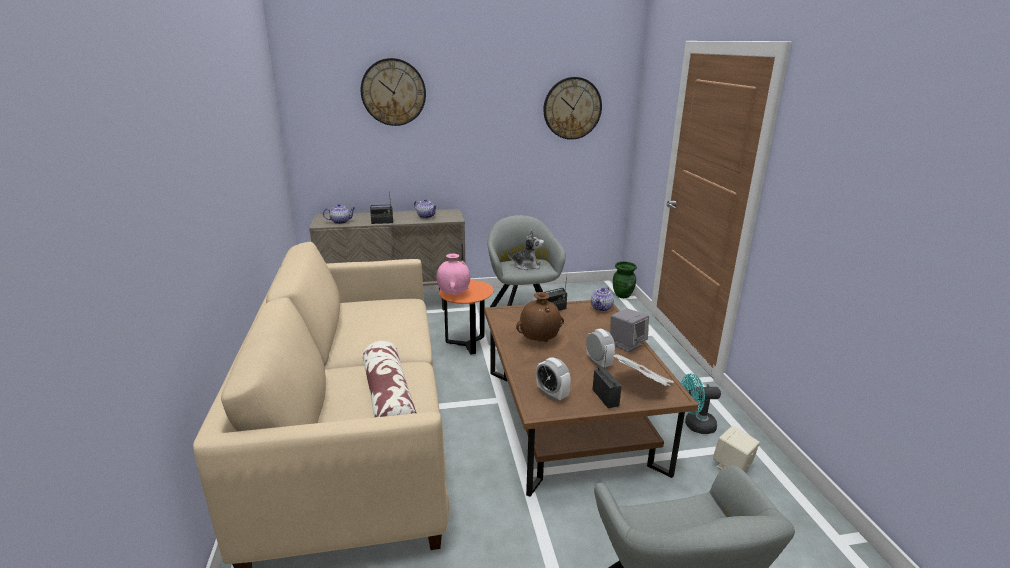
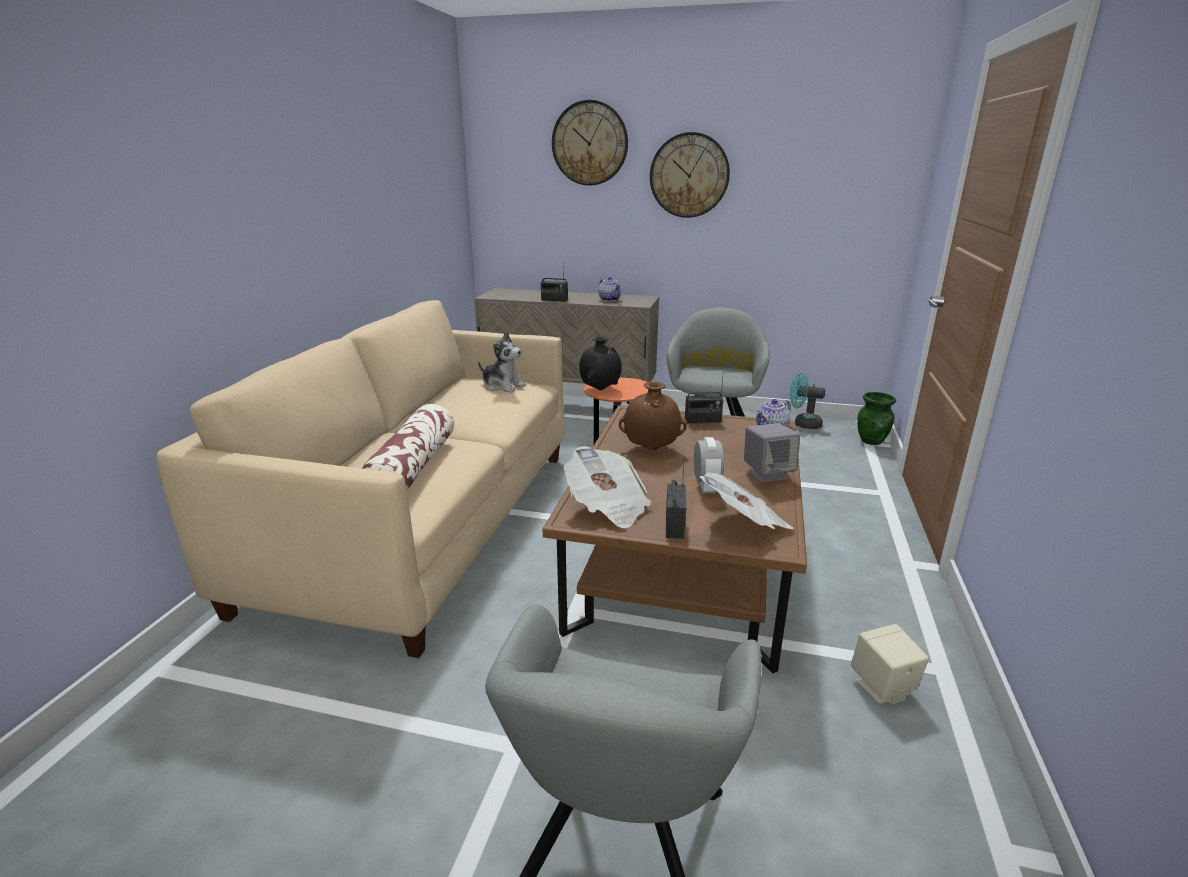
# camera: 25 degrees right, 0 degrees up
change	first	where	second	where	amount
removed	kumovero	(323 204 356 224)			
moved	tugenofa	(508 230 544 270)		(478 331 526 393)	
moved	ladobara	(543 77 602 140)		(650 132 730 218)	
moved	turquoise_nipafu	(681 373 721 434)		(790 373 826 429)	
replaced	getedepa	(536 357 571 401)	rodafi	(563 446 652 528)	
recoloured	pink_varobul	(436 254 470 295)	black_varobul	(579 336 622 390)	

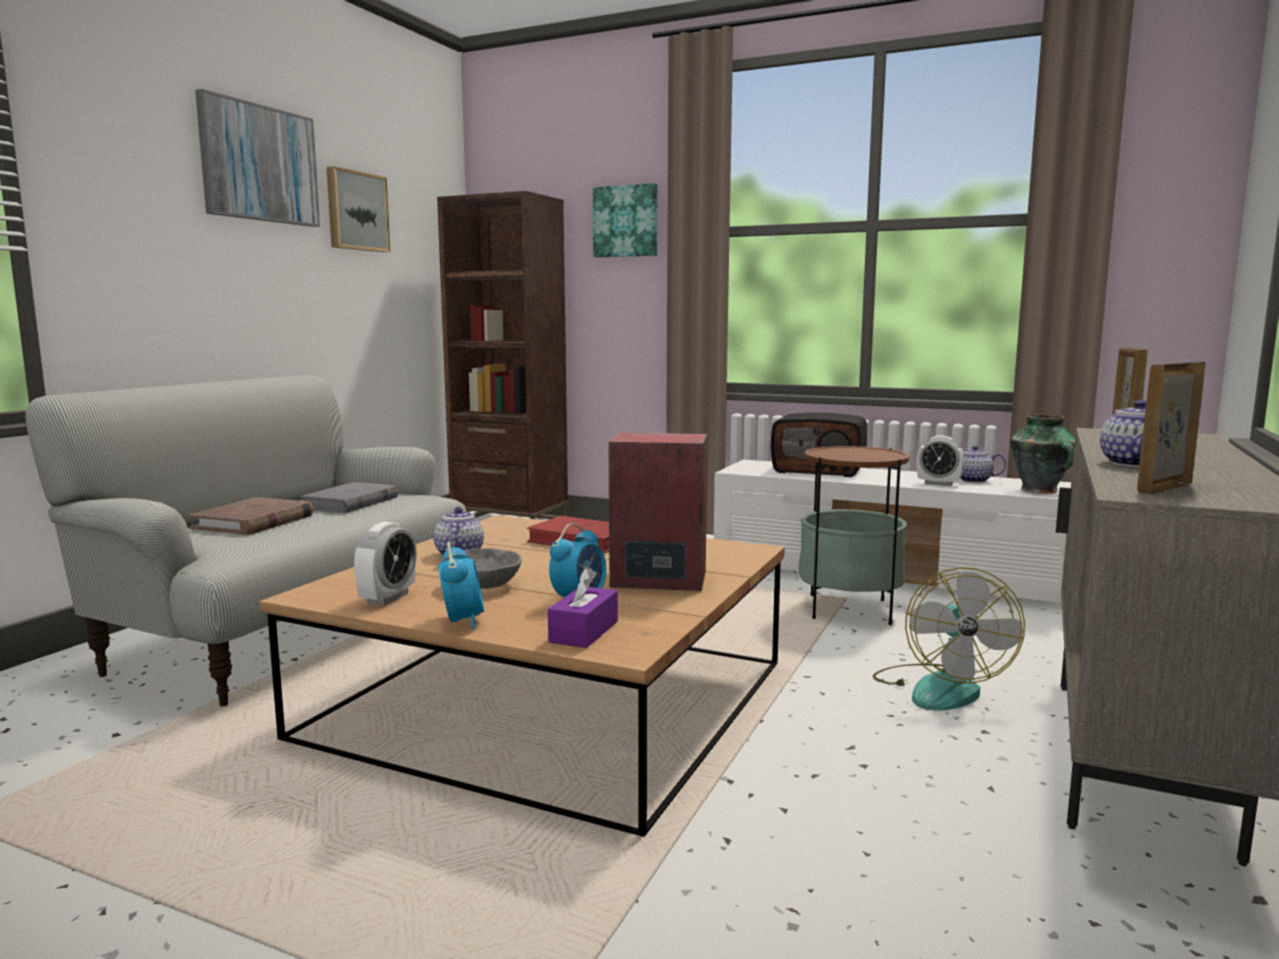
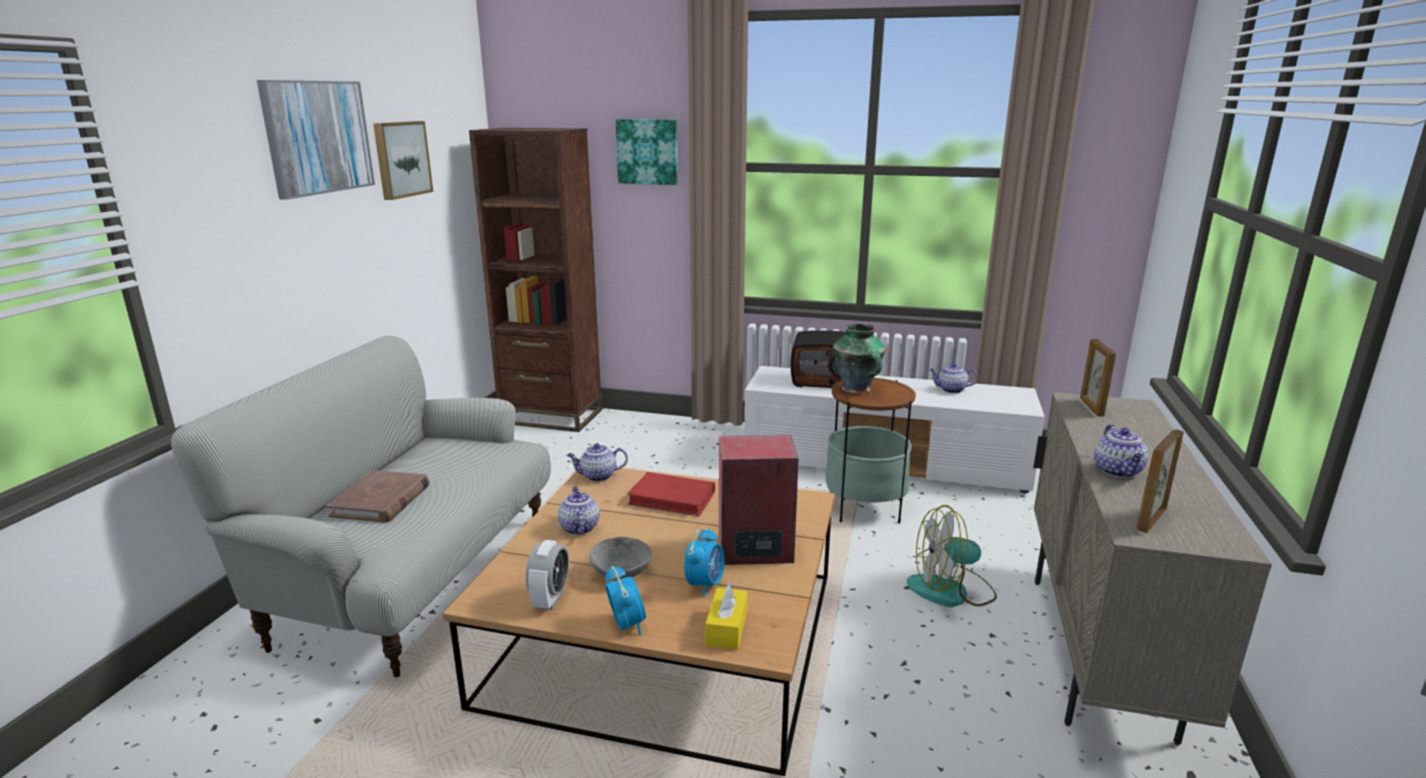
# camera: 10 degrees left, 10 degrees up
change	first	where	second	where	amount
removed	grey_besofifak	(300 482 398 513)			
removed	getedepa	(917 436 964 486)			
added			kumovero	(567 443 628 482)	
moved	varobul	(1011 414 1075 494)		(833 323 886 394)	
recoloured	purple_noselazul	(548 567 618 648)	yellow_noselazul	(705 582 747 650)	
turned	nipafu	(873 567 1025 711)		(907 505 997 607)	90 degrees clockwise

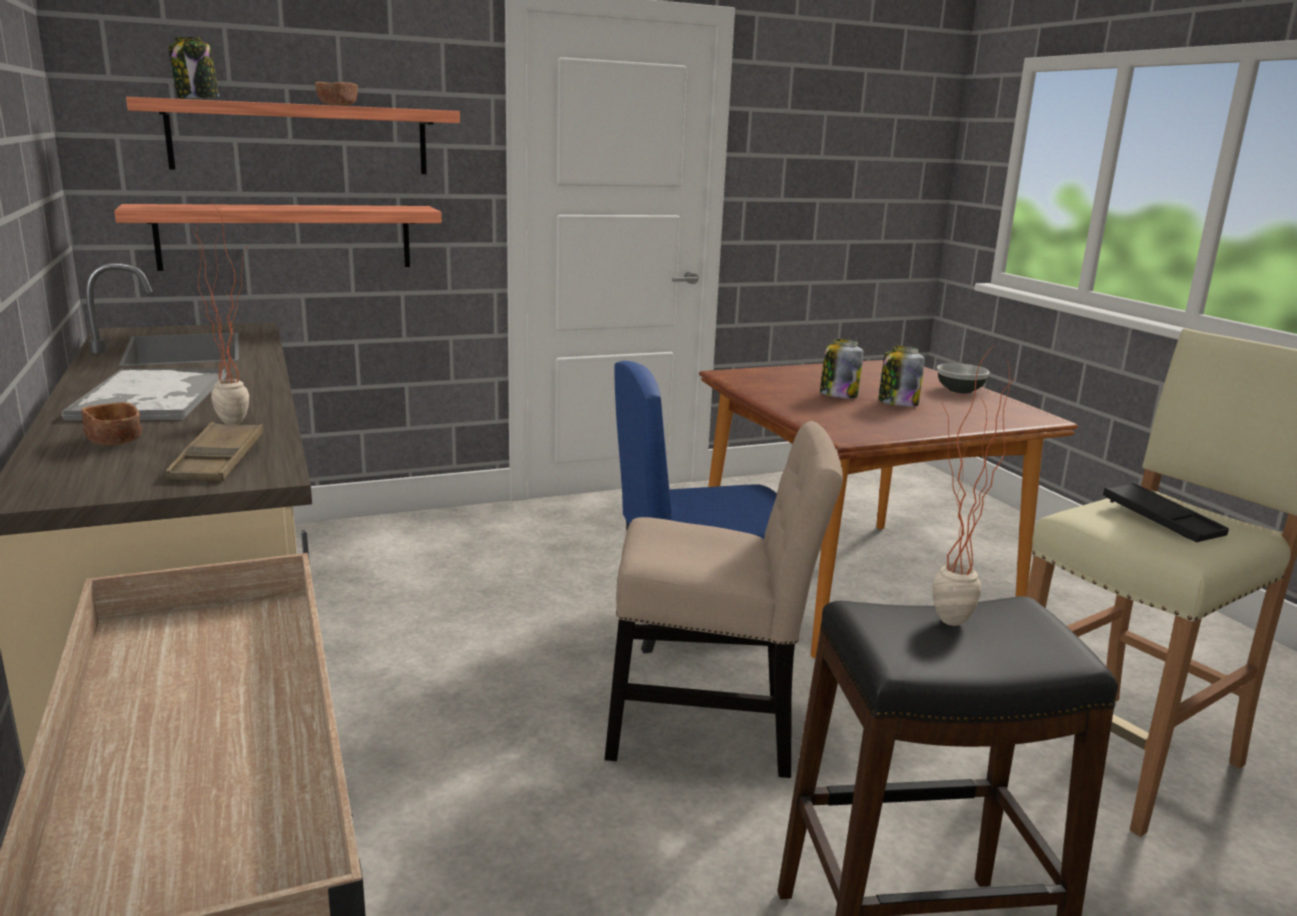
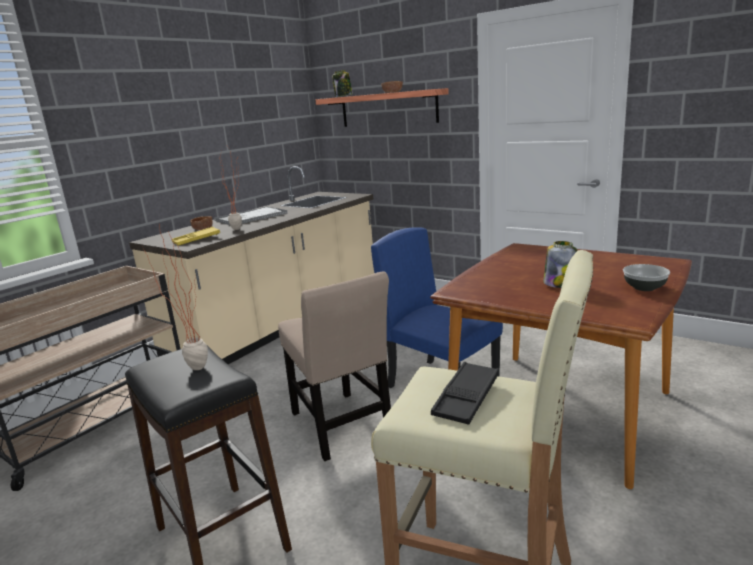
# camera: 60 degrees right, 0 degrees up
change	first	where	second	where	amount
removed	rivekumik	(114 204 442 271)			
removed	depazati	(820 339 863 398)			
recoloured	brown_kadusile	(165 422 263 482)	yellow_kadusile	(172 227 220 245)	

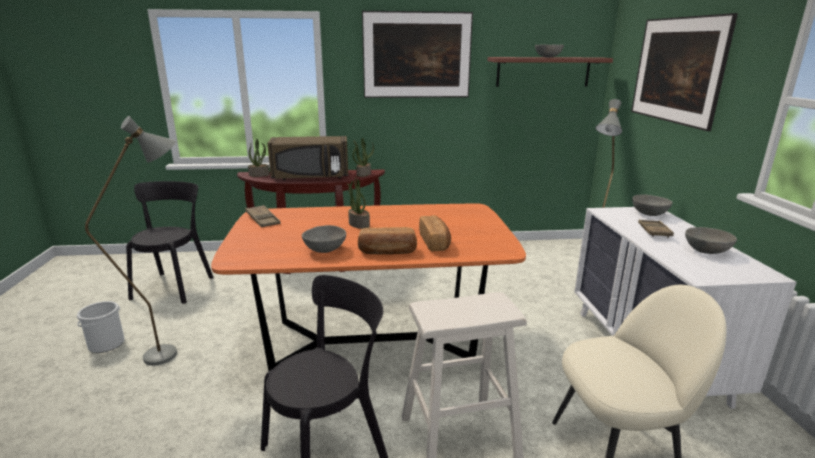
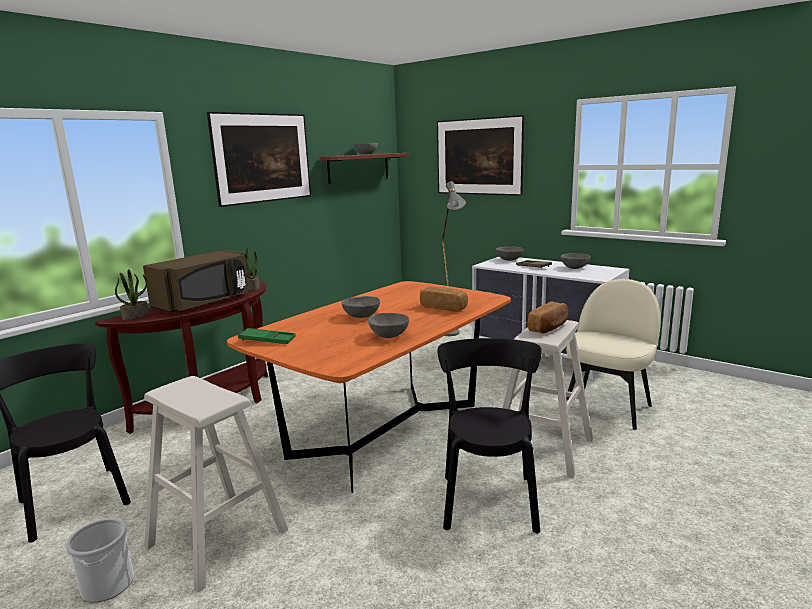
# camera: 45 degrees left, 5 degrees down
change	first	where	second	where	amount
moved	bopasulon	(358 227 417 255)		(528 302 568 334)	
replaced	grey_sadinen	(85 116 177 365)	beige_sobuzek	(144 376 288 592)	
replaced	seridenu	(347 178 370 229)	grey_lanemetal	(342 296 380 318)	
recoloured	brown_kadusile	(245 205 280 227)	green_kadusile	(238 328 296 344)	

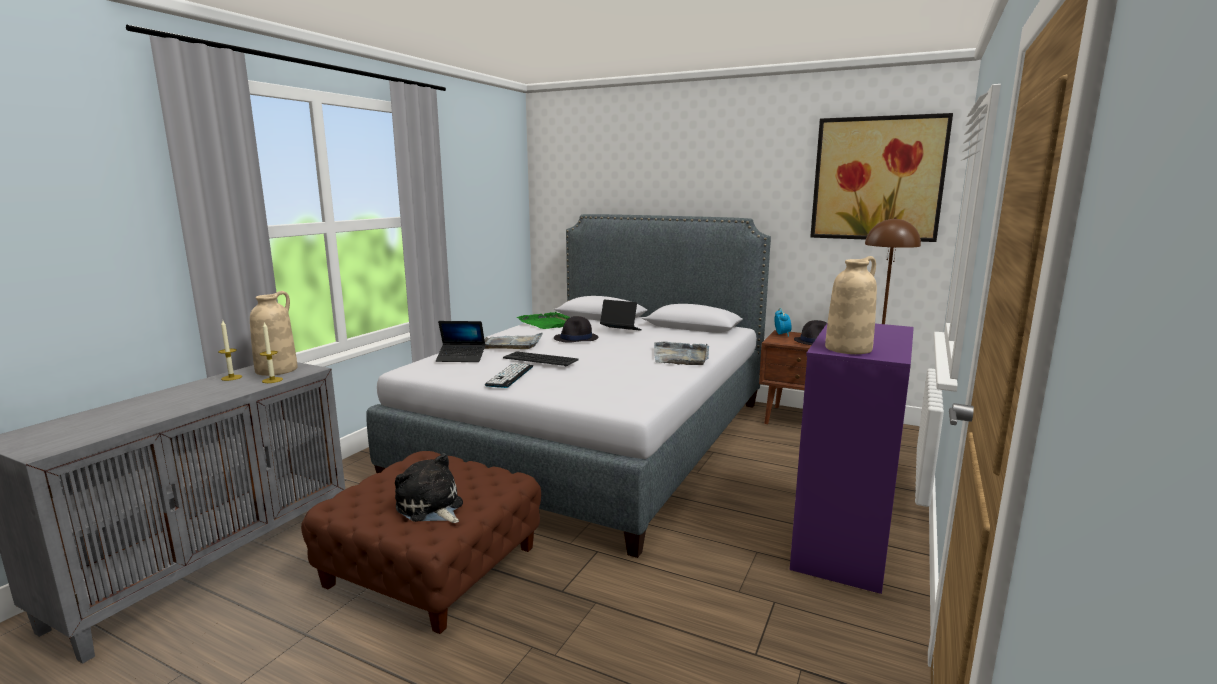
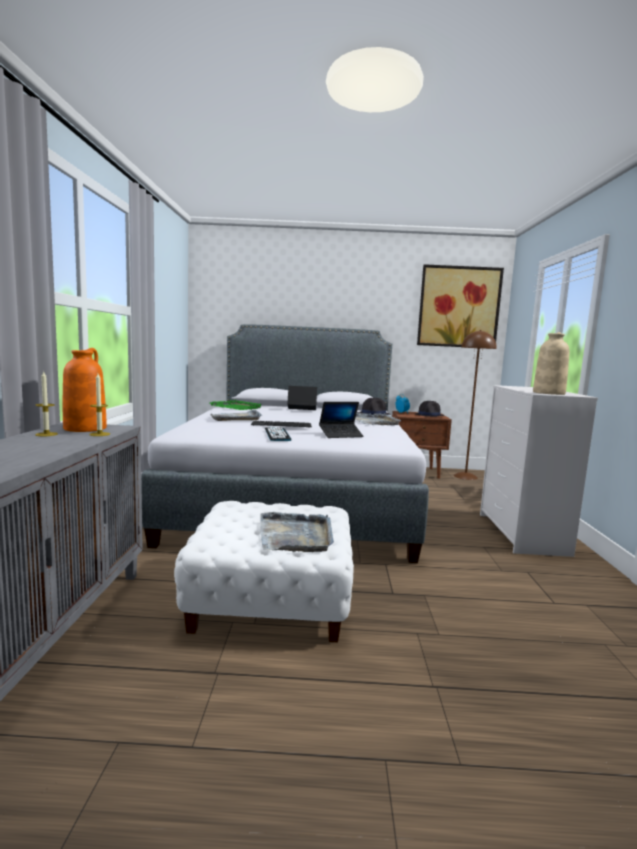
# camera: 25 degrees left, 5 degrees down
change	first	where	second	where	amount
moved	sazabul	(436 321 485 362)		(319 402 364 438)	
moved	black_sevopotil	(554 316 598 343)		(357 398 391 415)	
replaced	tugenofa	(395 454 463 523)	grey_kadusile	(260 512 334 552)	
recoloured	beige_varobul	(250 291 298 376)	orange_varobul	(63 348 107 432)	
recoloured	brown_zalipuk	(301 451 541 634)	white_zalipuk	(174 501 354 642)	
recoloured	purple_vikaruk	(790 322 914 594)	white_vikaruk	(480 385 598 557)	

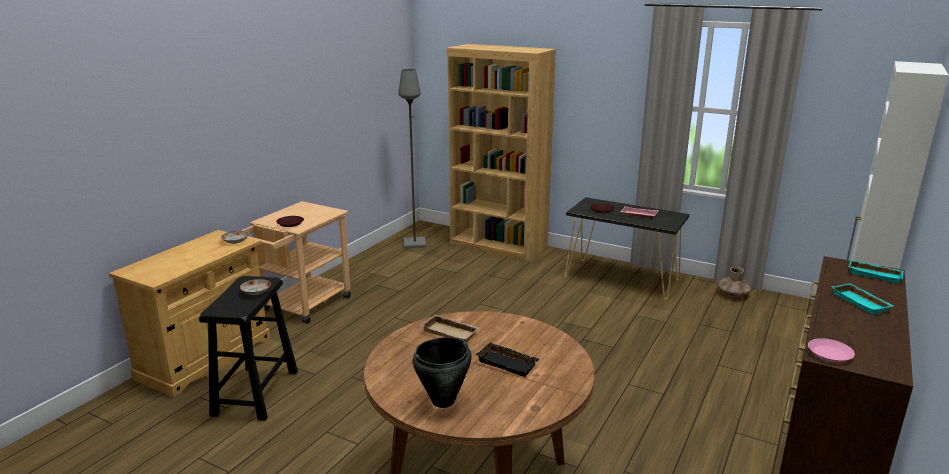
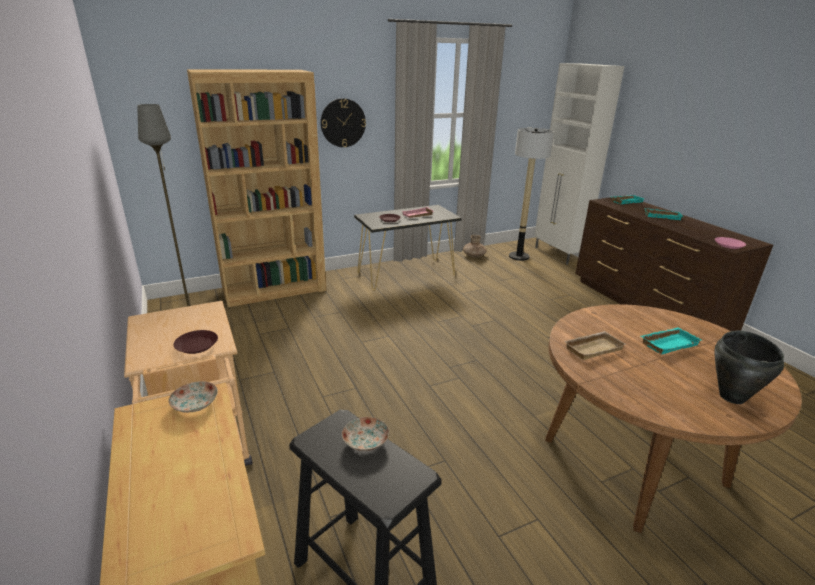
# camera: 55 degrees left, 5 degrees up
change	first	where	second	where	amount
added			ladobara	(321 98 366 147)	
added			sadinen	(509 128 554 261)	
recoloured	black_kadusile	(476 343 540 377)	turquoise_kadusile	(641 327 702 354)	

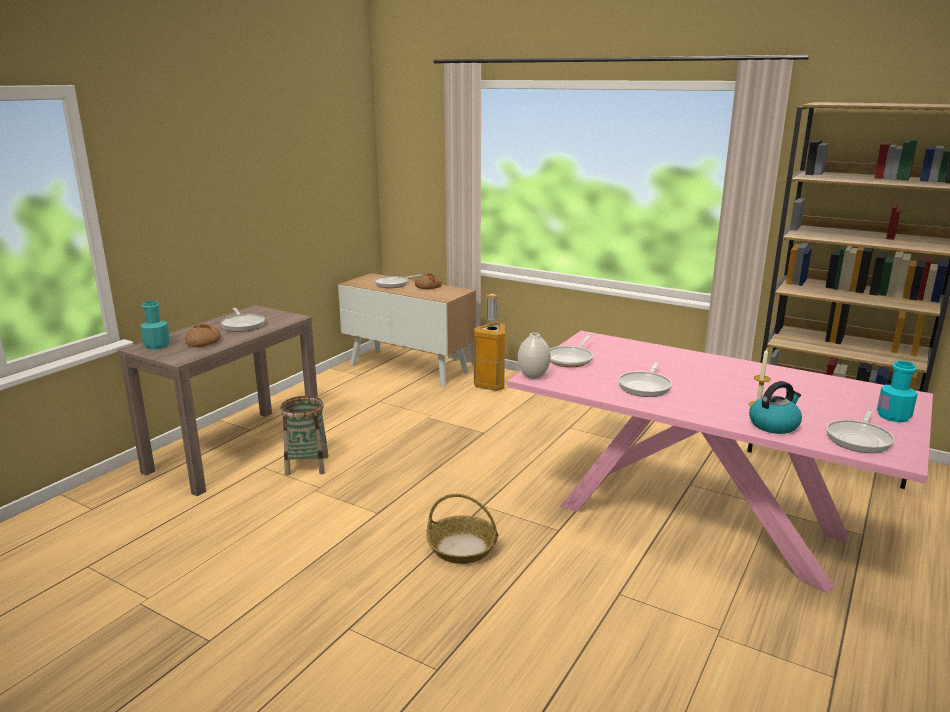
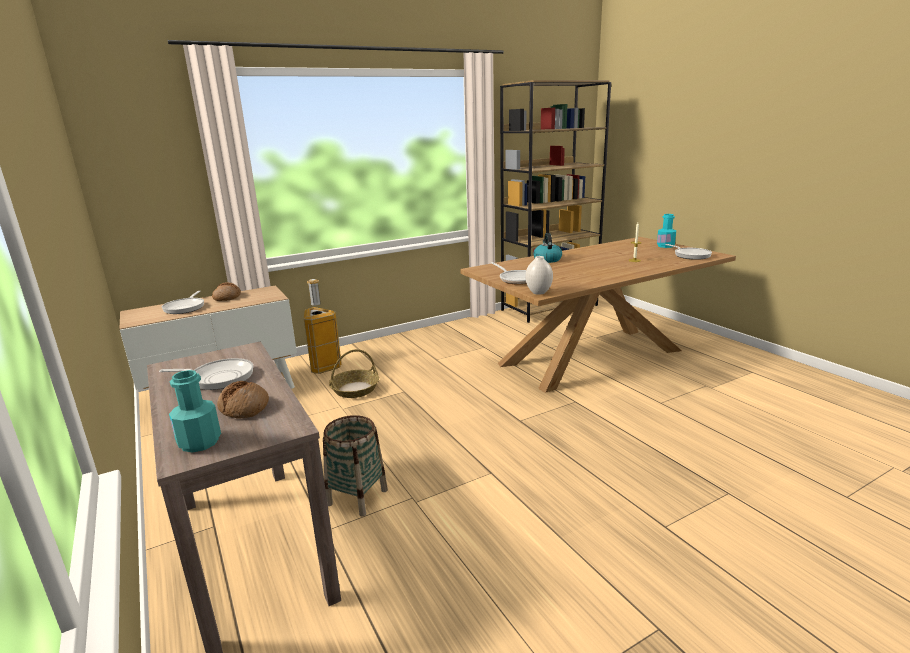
# camera: 60 degrees left, 0 degrees up
change	first	where	second	where	amount
removed	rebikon	(618 362 672 397)			
moved	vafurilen	(426 494 498 564)		(329 349 379 398)	
moved	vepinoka	(749 381 802 434)		(533 233 562 263)	
recoloured	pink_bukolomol	(507 331 933 593)	brown_bukolomol	(460 237 736 393)	

